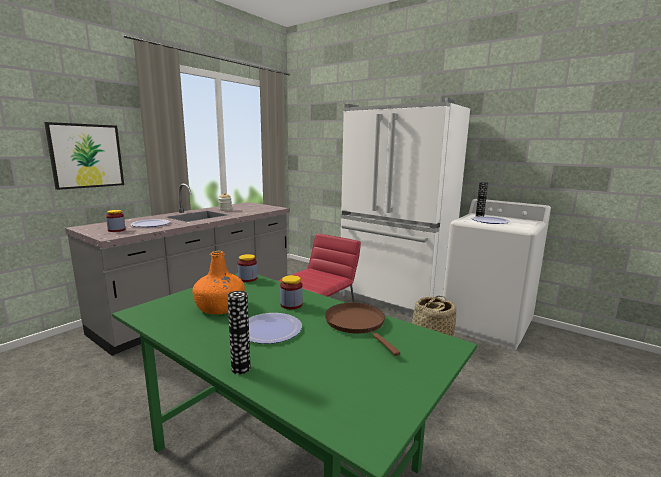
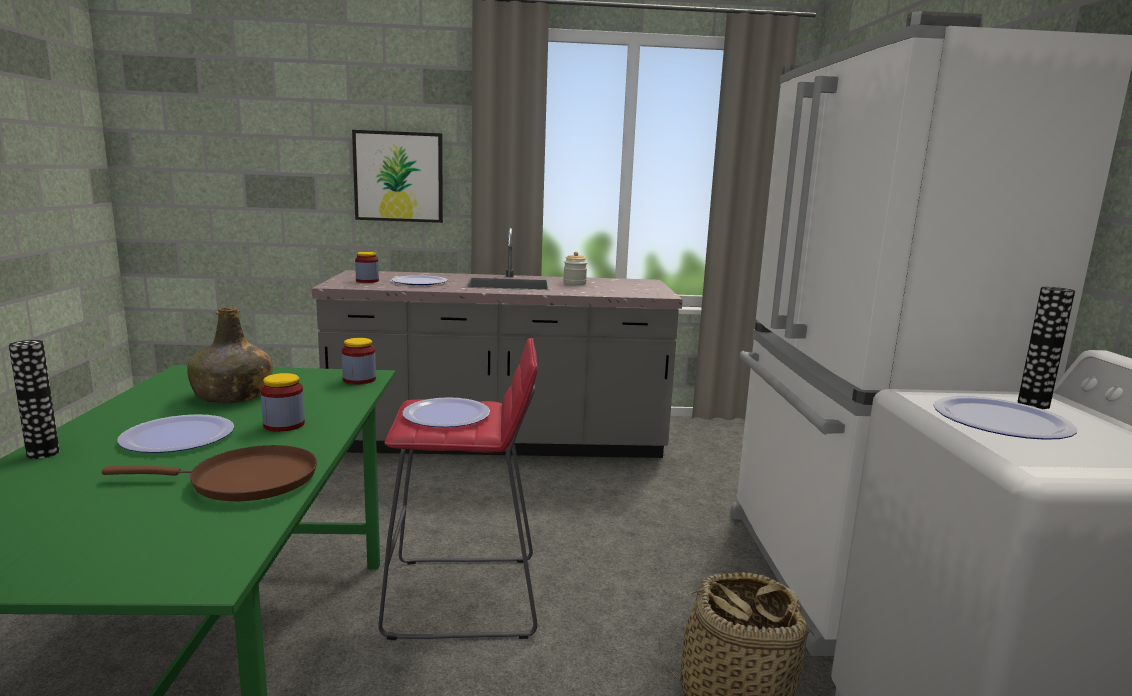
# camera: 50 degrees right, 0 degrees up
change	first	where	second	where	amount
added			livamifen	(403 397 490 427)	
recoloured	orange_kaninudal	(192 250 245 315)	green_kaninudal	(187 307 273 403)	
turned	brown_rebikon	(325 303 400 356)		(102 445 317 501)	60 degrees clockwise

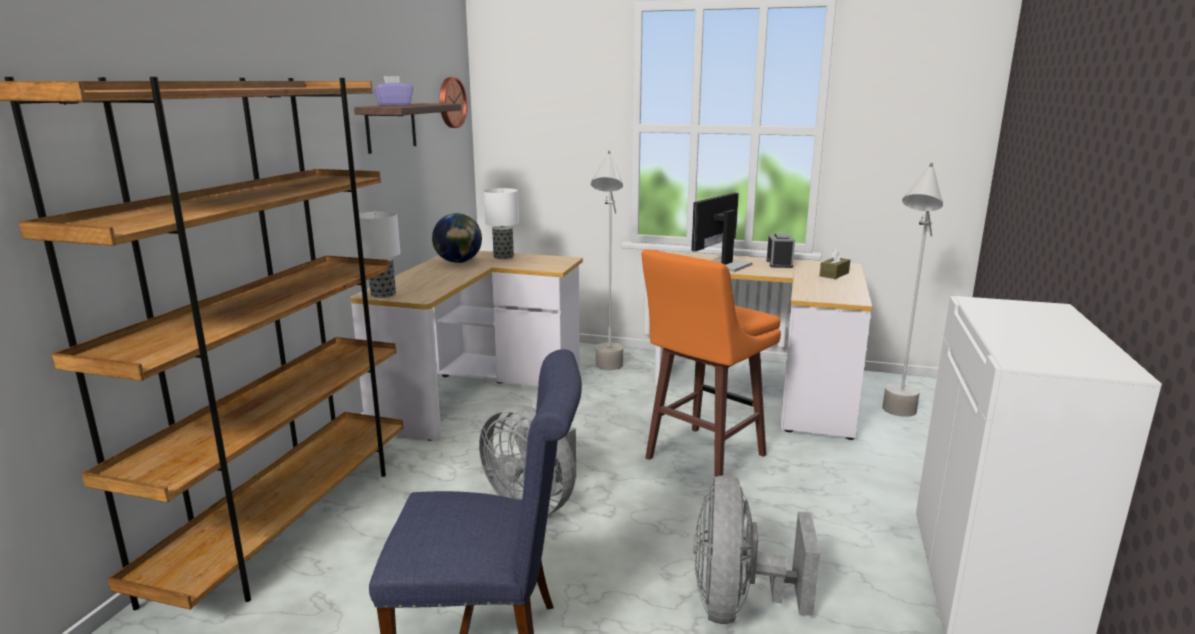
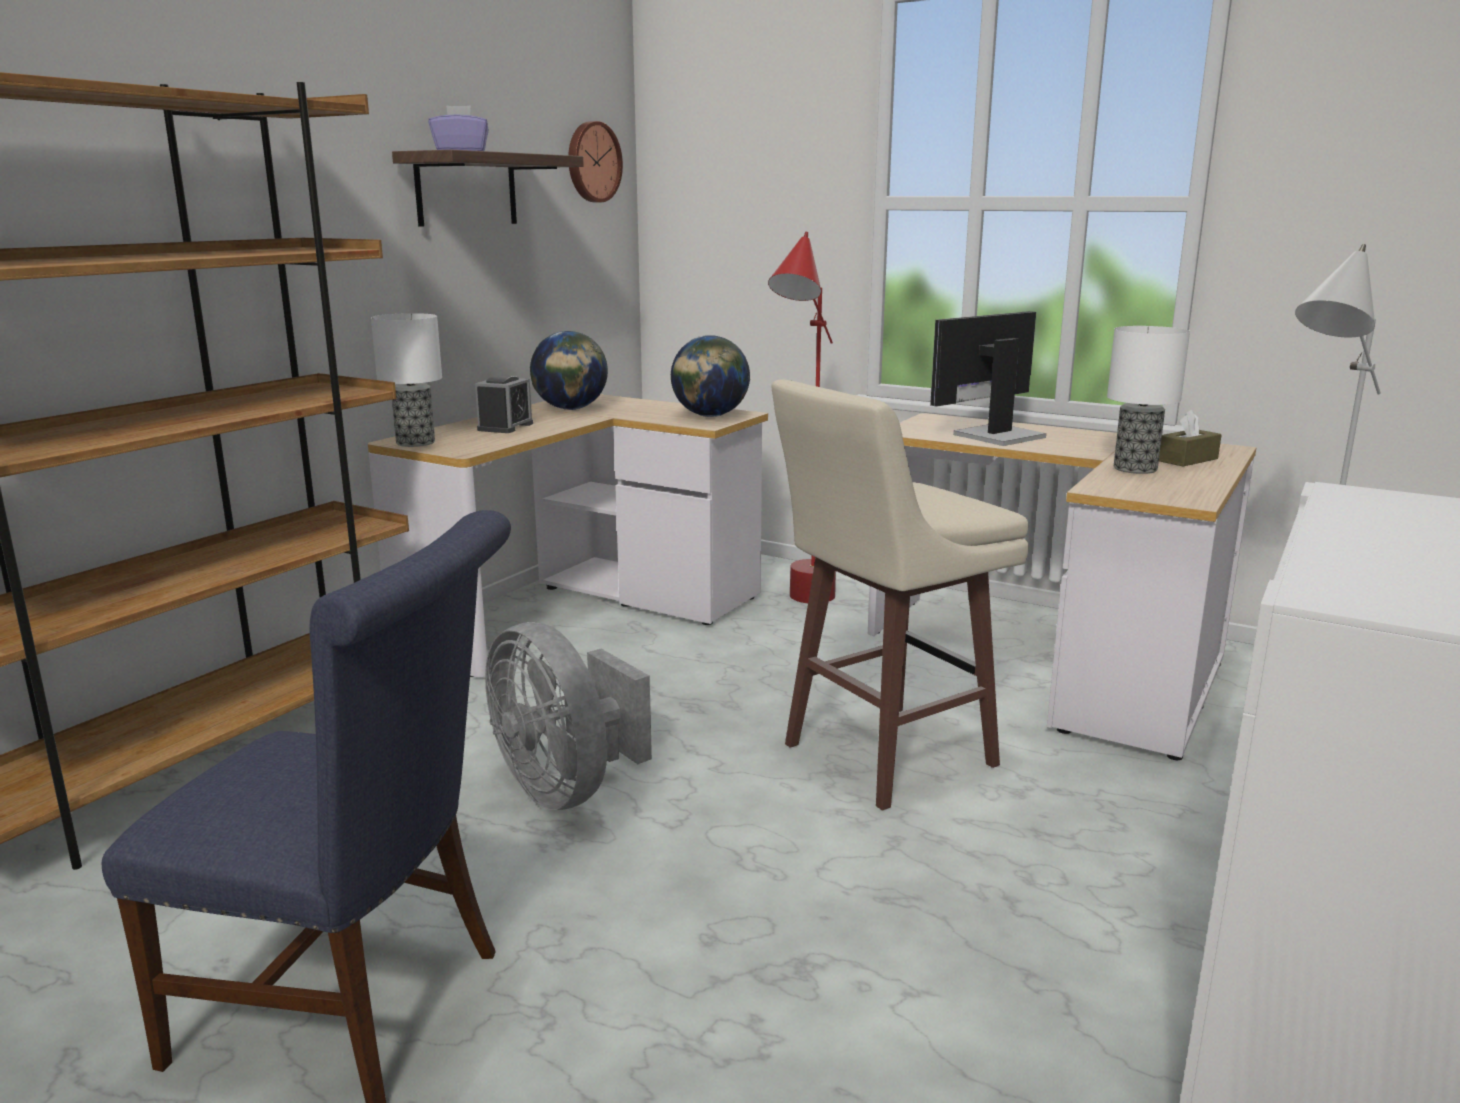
# camera: 15 degrees right, 0 degrees up
change	first	where	second	where	amount
removed	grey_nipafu	(693 475 820 624)			
added			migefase	(671 335 750 417)	
moved	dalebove	(484 188 519 259)		(1107 326 1190 474)	
moved	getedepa	(766 234 795 268)		(475 375 533 433)	
recoloured	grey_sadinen	(591 150 623 370)	red_sadinen	(768 232 836 603)	
recoloured	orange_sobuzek	(641 249 781 477)	beige_sobuzek	(771 379 1029 811)	

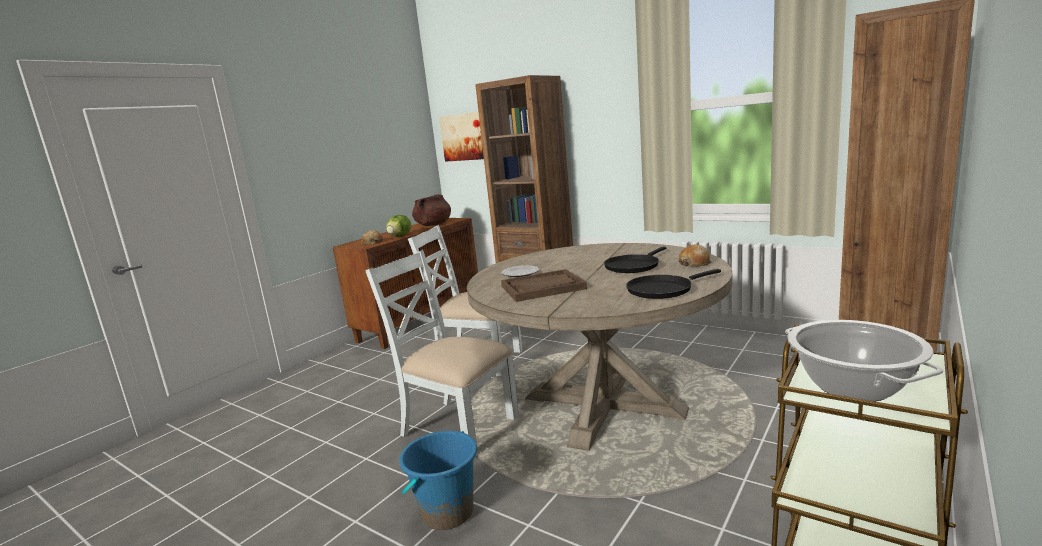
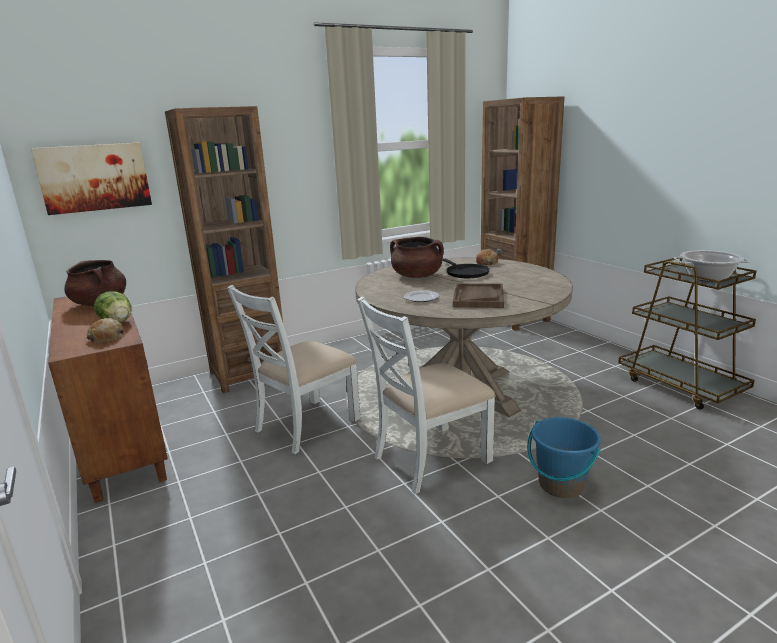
# camera: 65 degrees left, 5 degrees up
change	first	where	second	where	amount
removed	black_rebikon	(626 269 721 299)			
added			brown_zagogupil	(390 237 444 278)	

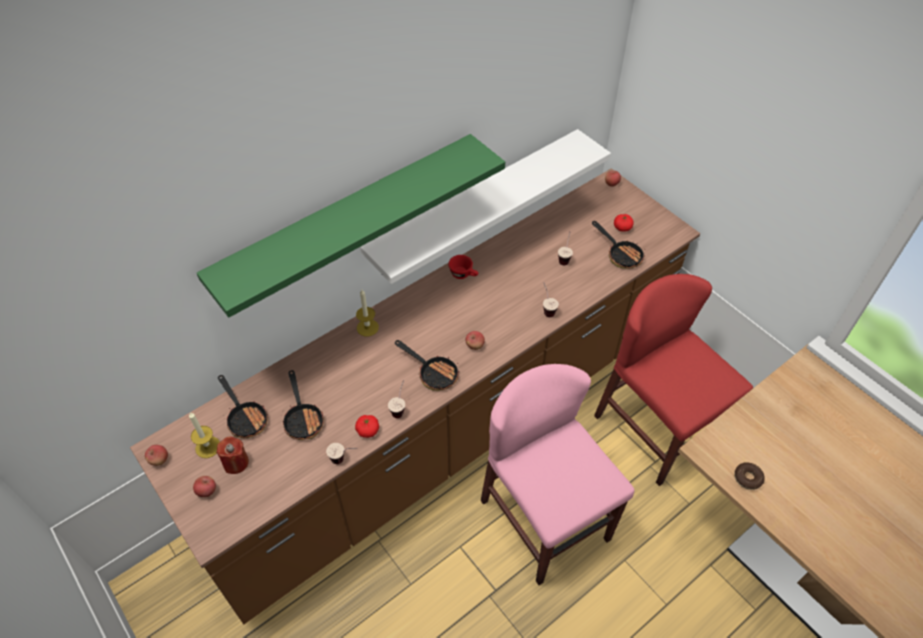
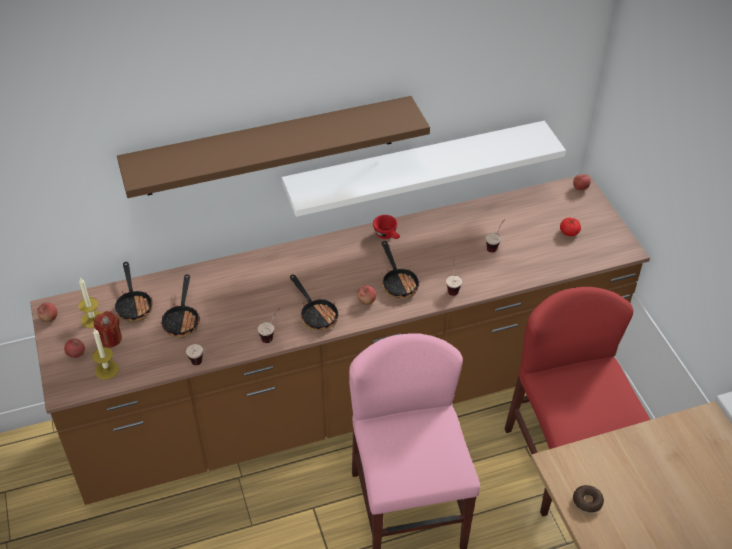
# camera: 20 degrees right, 5 degrees down
change	first	where	second	where	amount
removed	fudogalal	(355 415 379 438)			
moved	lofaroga	(356 290 379 336)		(92 329 119 379)	
moved	rebikon	(592 221 645 269)		(382 241 421 298)	
recoloured	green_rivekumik	(197 134 505 317)	brown_rivekumik	(117 96 430 198)	

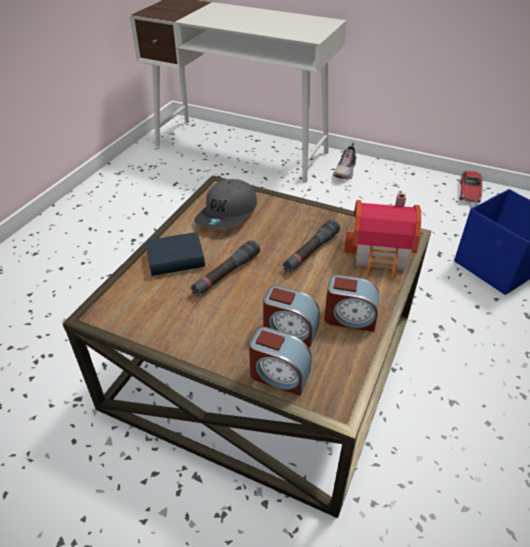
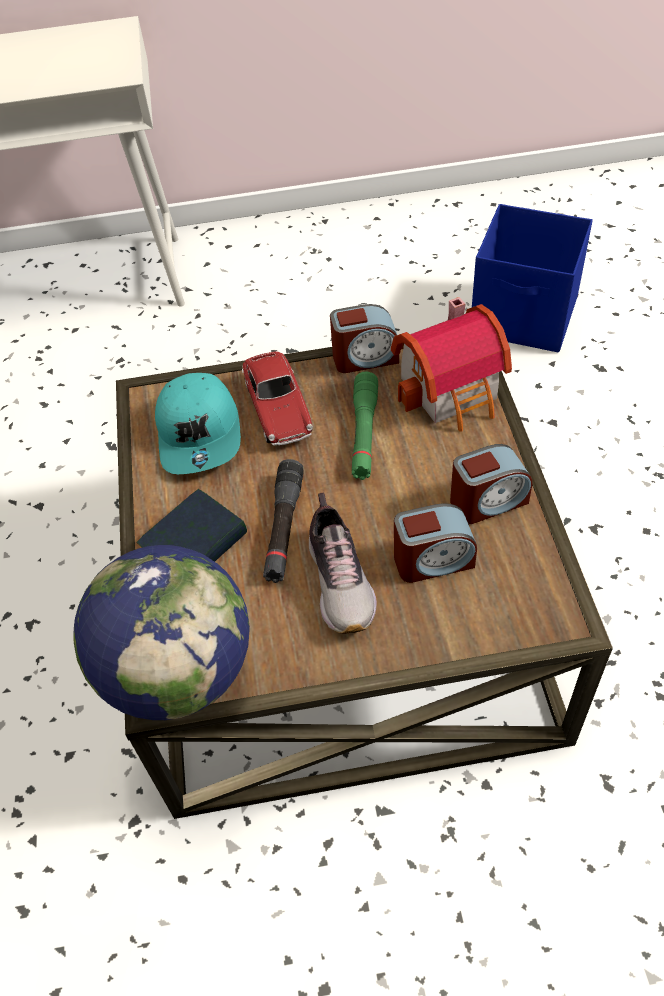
# camera: 30 degrees left, 10 degrees up
change	first	where	second	where	amount
added			migefase	(73 545 250 720)	
moved	getedepa	(249 327 312 396)		(330 304 399 373)	
moved	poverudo	(333 143 356 179)		(309 492 377 634)	
moved	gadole	(459 171 483 203)		(242 352 313 446)	
recoloured	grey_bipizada	(194 179 257 229)	turquoise_bipizada	(155 373 241 474)	
recoloured	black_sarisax	(283 219 340 272)	green_sarisax	(352 372 378 480)	

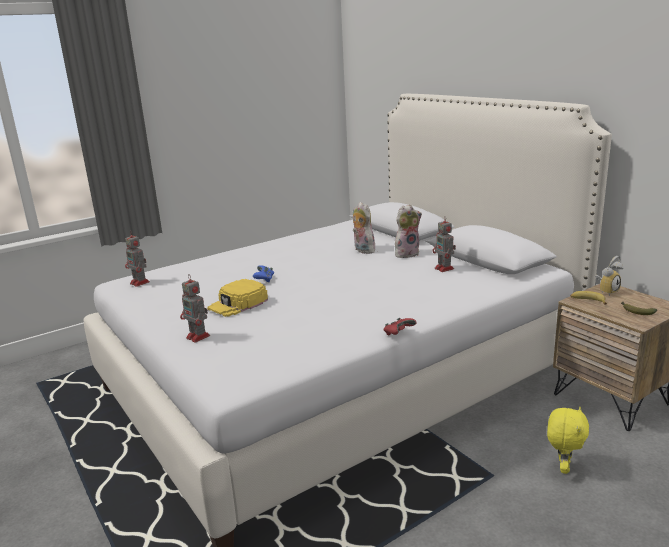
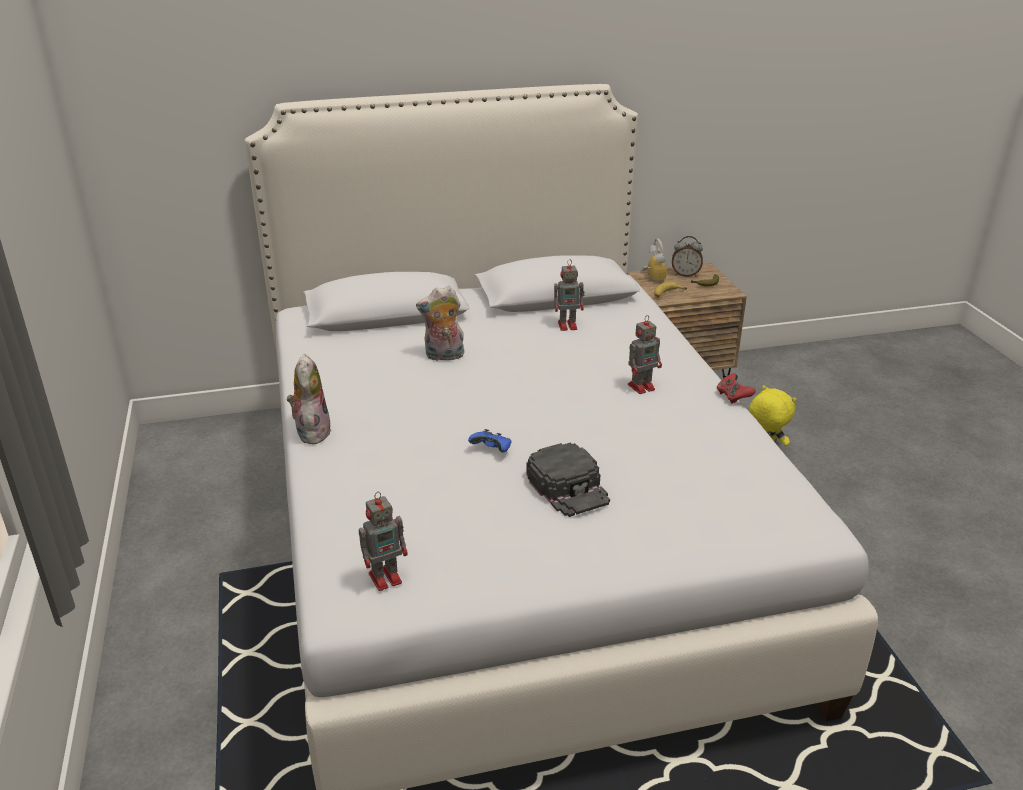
# camera: 70 degrees left, 10 degrees up
change	first	where	second	where	amount
added			getedepa	(672 236 703 277)	
moved	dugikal	(180 274 210 343)		(628 315 662 394)	
moved	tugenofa	(395 205 422 258)		(287 354 331 444)	
recoloured	yellow_bipizada	(207 279 268 317)	black_bipizada	(526 442 610 517)	

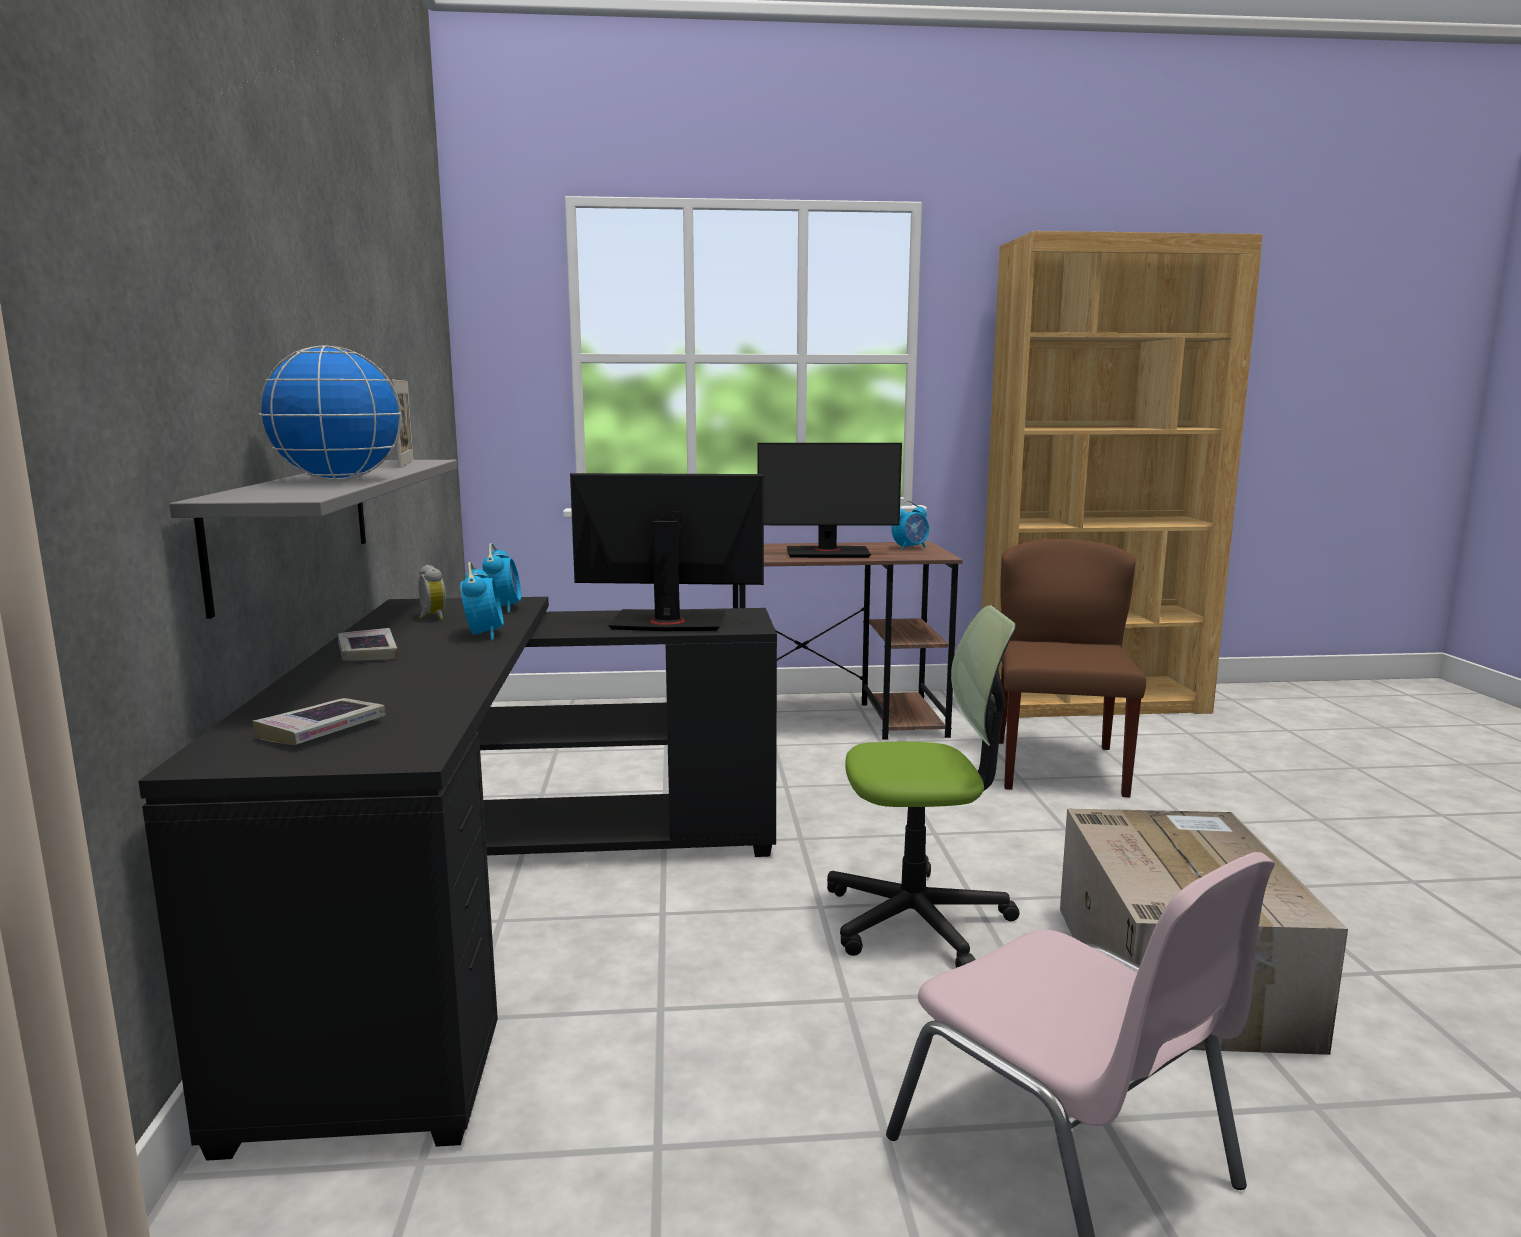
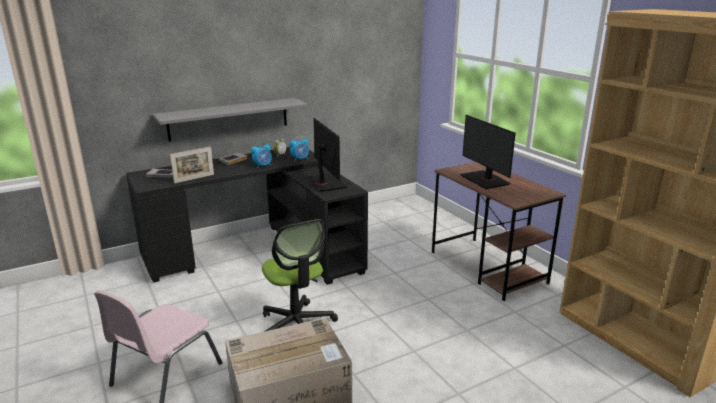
# camera: 65 degrees right, 10 degrees up
change	first	where	second	where	amount
removed	migefase	(259 346 402 480)			
removed	getedepa	(892 501 929 550)			
removed	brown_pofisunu	(999 539 1146 798)			
moved	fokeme	(392 380 414 468)		(170 146 214 184)	

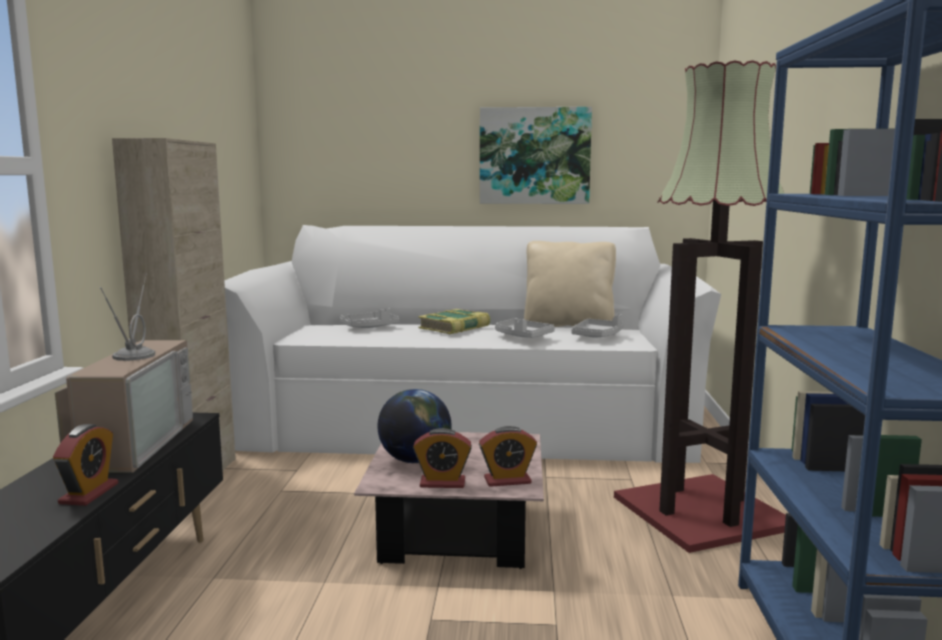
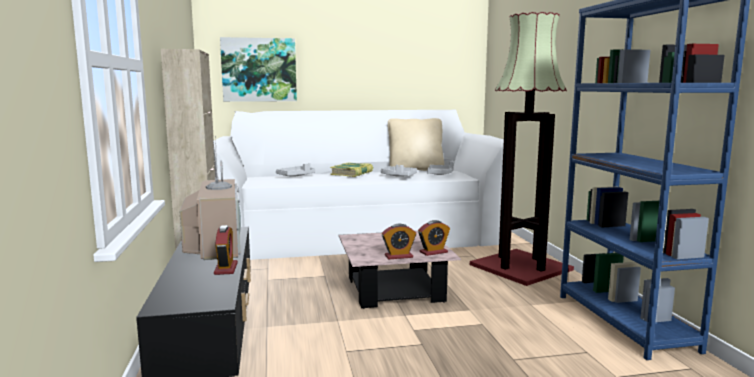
# camera: 15 degrees left, 0 degrees up
change	first	where	second	where	amount
removed	migefase	(377 389 451 463)			
moved	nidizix	(480 107 592 204)		(220 37 297 102)	

